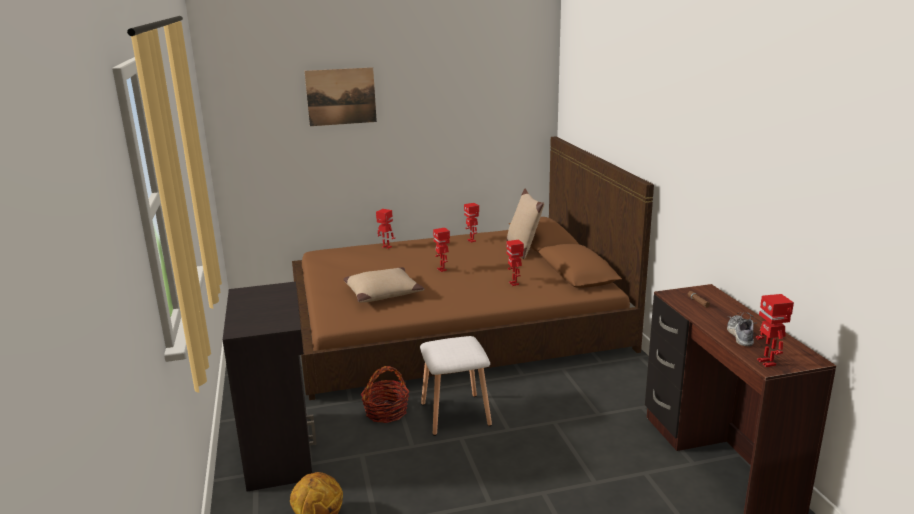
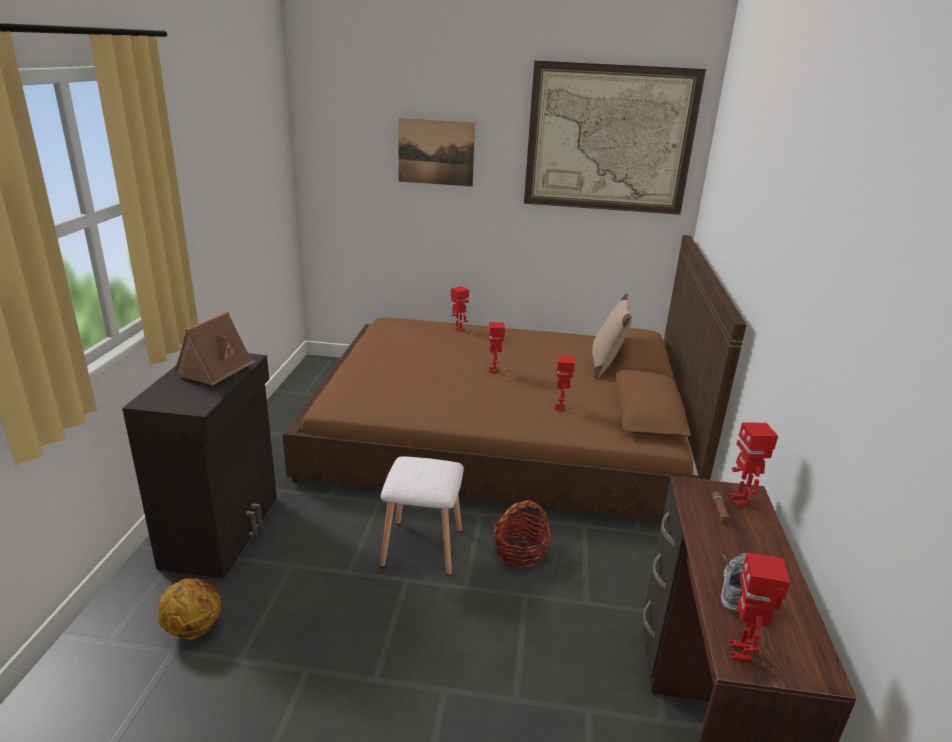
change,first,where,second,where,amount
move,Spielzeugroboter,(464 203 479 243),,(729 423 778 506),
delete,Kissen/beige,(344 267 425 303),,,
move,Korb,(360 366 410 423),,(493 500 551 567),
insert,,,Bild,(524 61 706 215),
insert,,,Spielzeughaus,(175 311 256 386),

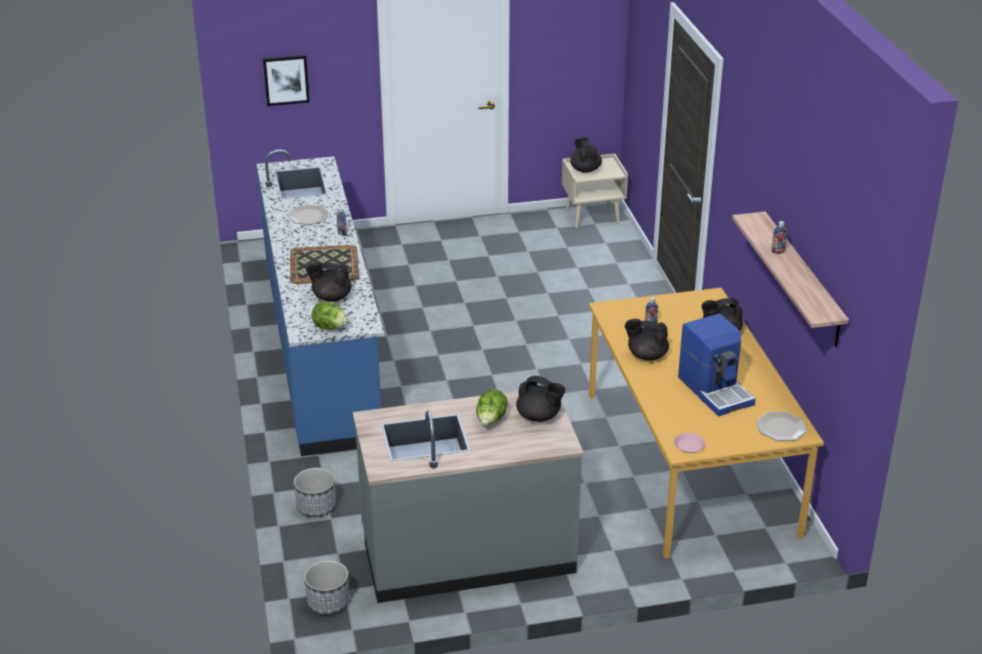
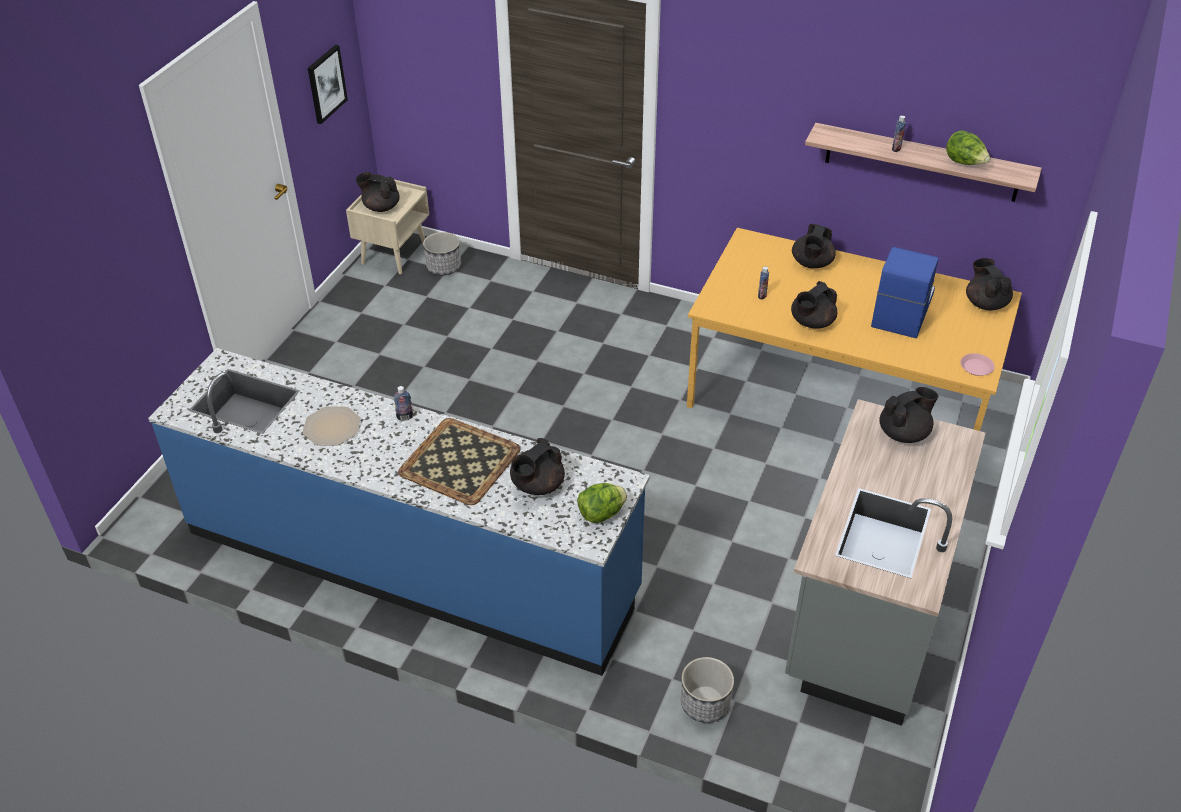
change,first,where,second,where,amount
move,Bild,(263 55 310 106),,(308 45 348 124),
rotate,Kaffeemaschine,(678 314 756 417),,(871 247 939 338),75 degrees counterclockwise
move,Salatkopf,(476 389 508 425),,(946 130 990 165),
replace,Teller,(756 412 807 441),Teekanne/schwarz,(966 258 1013 310),
move,Pflanzkübel,(304 560 349 615),,(423 232 461 276),

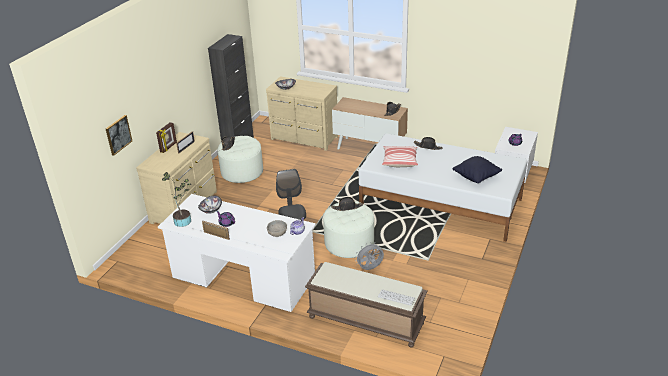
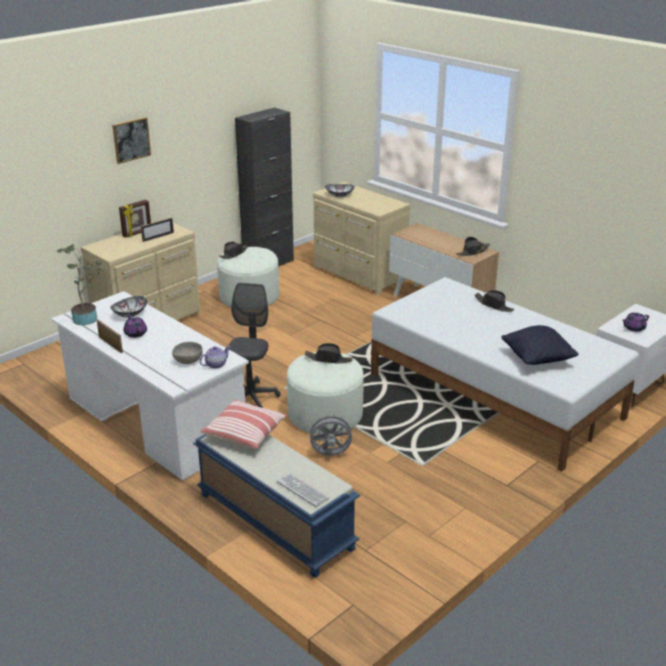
change,first,where,second,where,amount
move,Bild,(106 115 132 156),,(112 117 151 164),
move,Kissen,(382 146 418 167),,(200 399 287 449),
recolor,Bank/braun,(305 262 428 348),Bank/blau,(193 434 360 578),

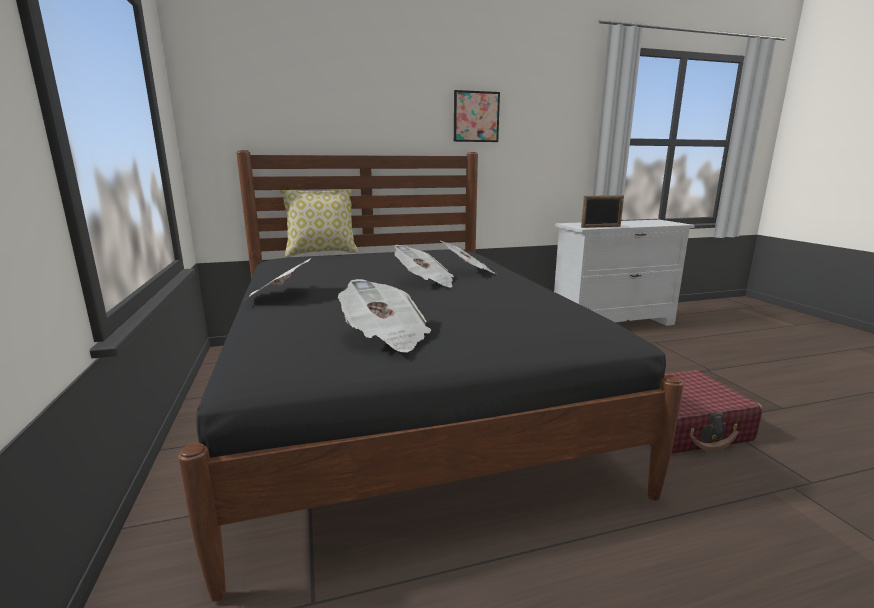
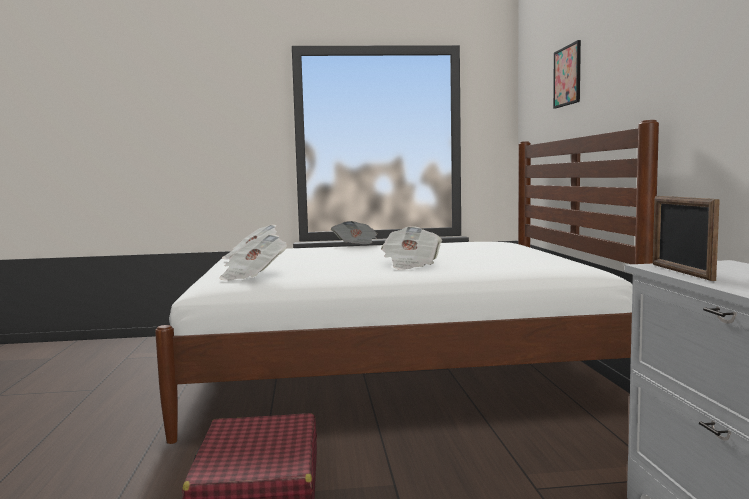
change,first,where,second,where,amount
move,Bild,(454 90 500 142),,(553 40 581 109),
recolor,Bett/schwarz,(178 150 684 602),Bett/weiß,(155 120 659 444),
delete,Kissen,(280 189 359 258),,,
move,Zeitung,(394 245 454 288),,(219 234 287 281),

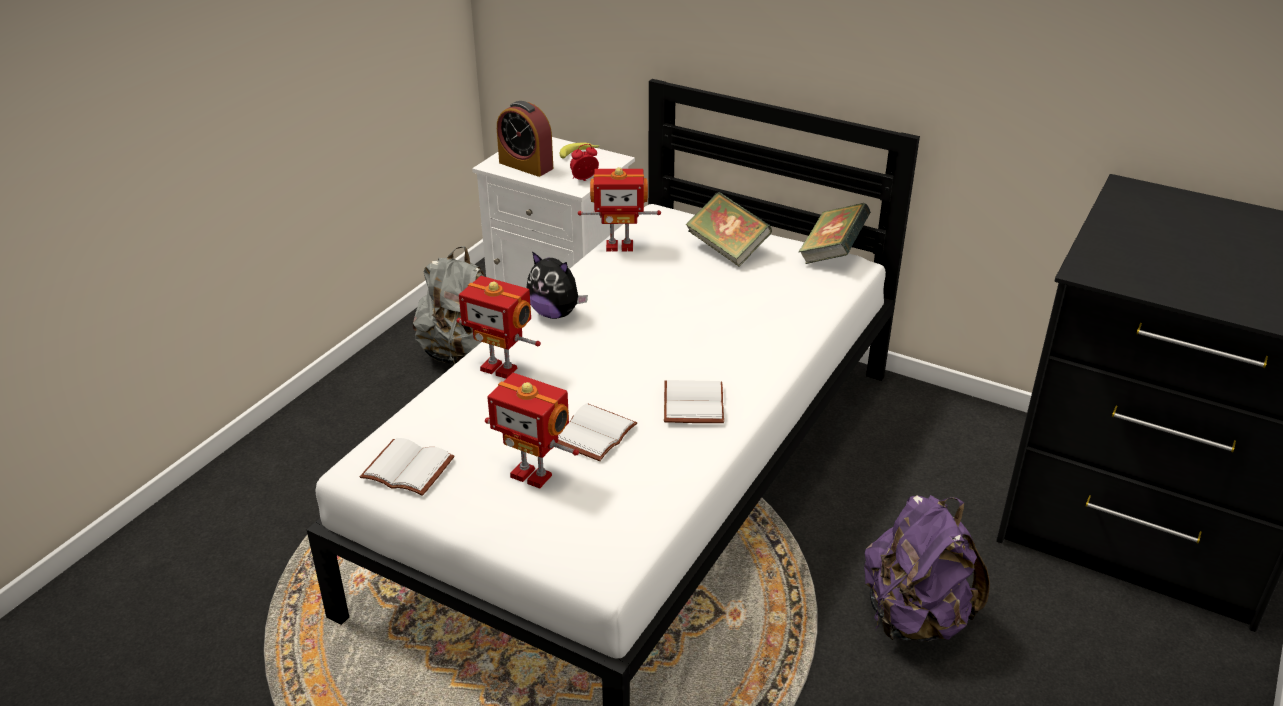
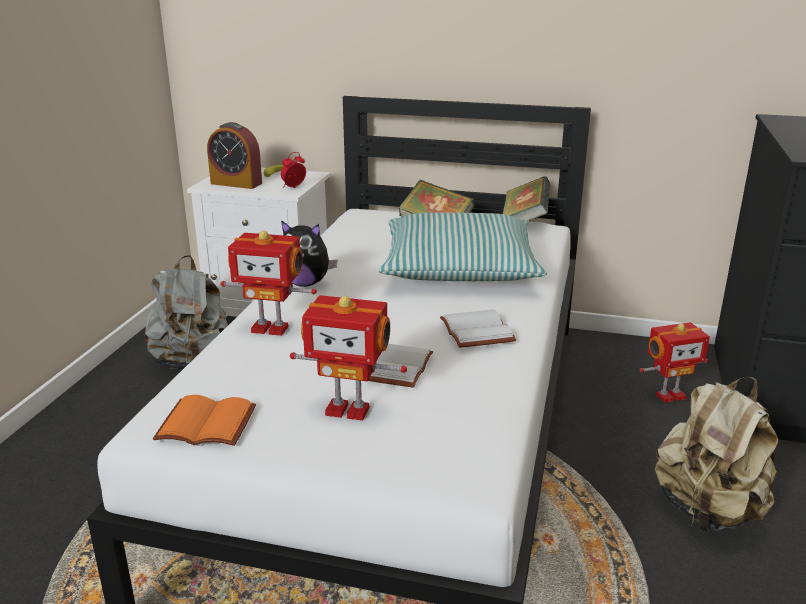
change,first,where,second,where,amount
move,Spielzeugroboter,(578 167 661 252),,(639 322 710 403),
recolor,Buch/weiß,(360 438 454 496),Buch/orange,(153 395 256 446),
recolor,Rucksack/lila,(864 495 990 642),Rucksack/beige,(655 377 778 533),
insert,,,Kissen,(379 213 547 281),

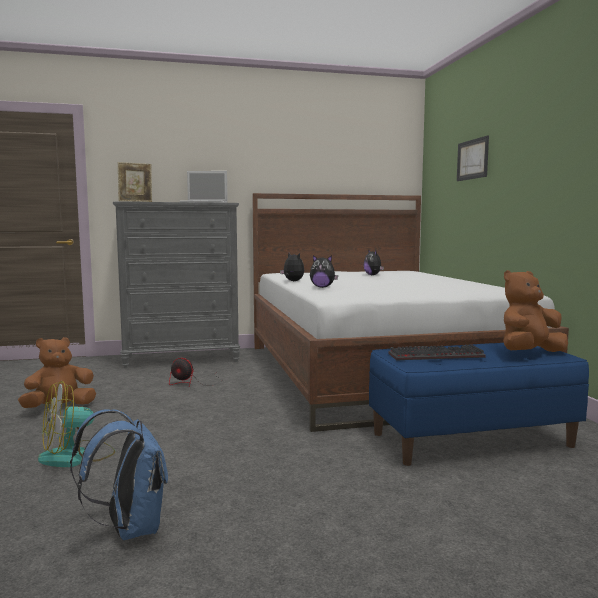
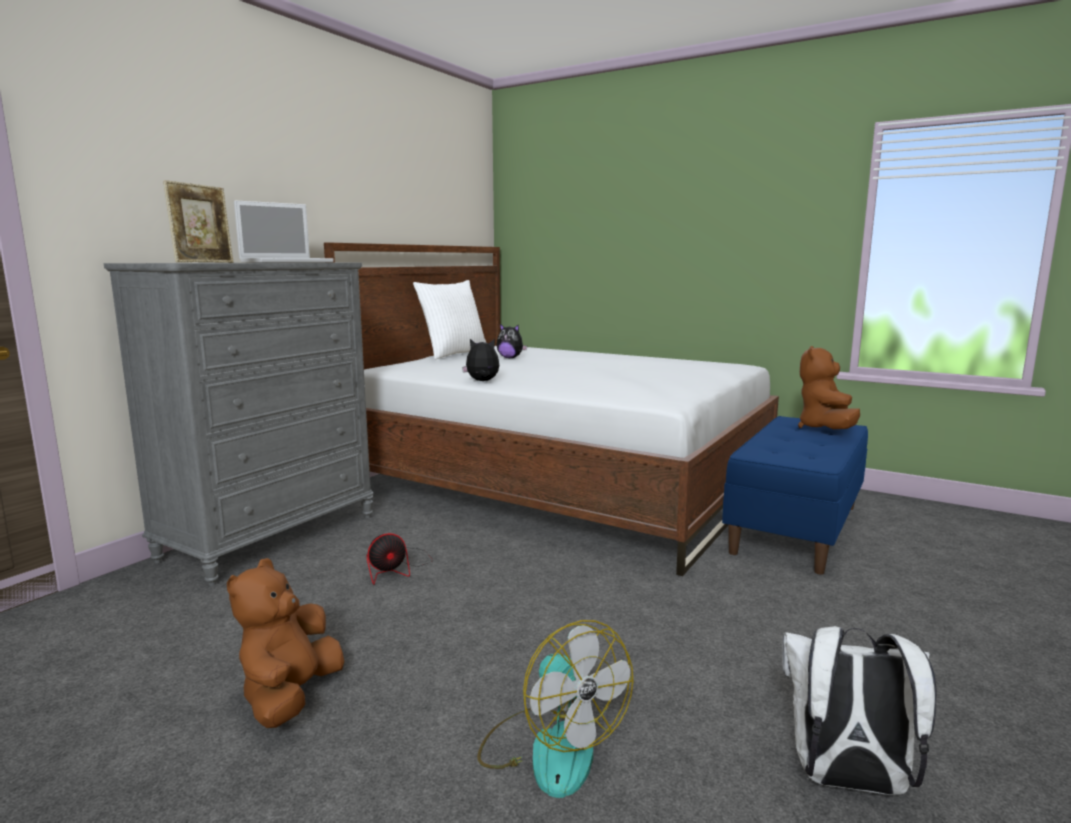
change,first,where,second,where,amount
delete,Bild,(457 135 489 181),,,
delete,Plüschtier,(310 255 338 288),,,
delete,Tastatur,(388 345 485 360),,,
rotate,Ventilator,(38 381 115 467),,(477 620 633 798),45 degrees counterclockwise
recolor,Rucksack/blau,(70 409 168 540),Rucksack/weiß,(782 626 936 795),
insert,,,Kissen/weiß,(413 280 486 359),

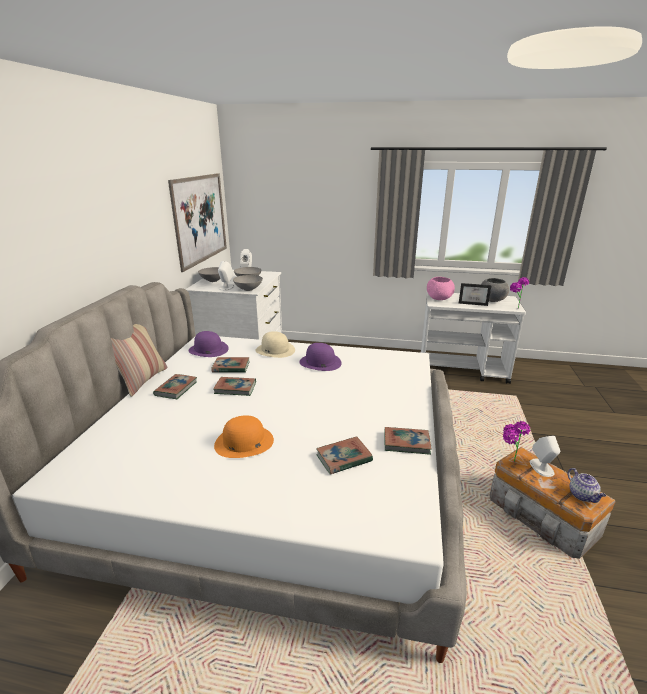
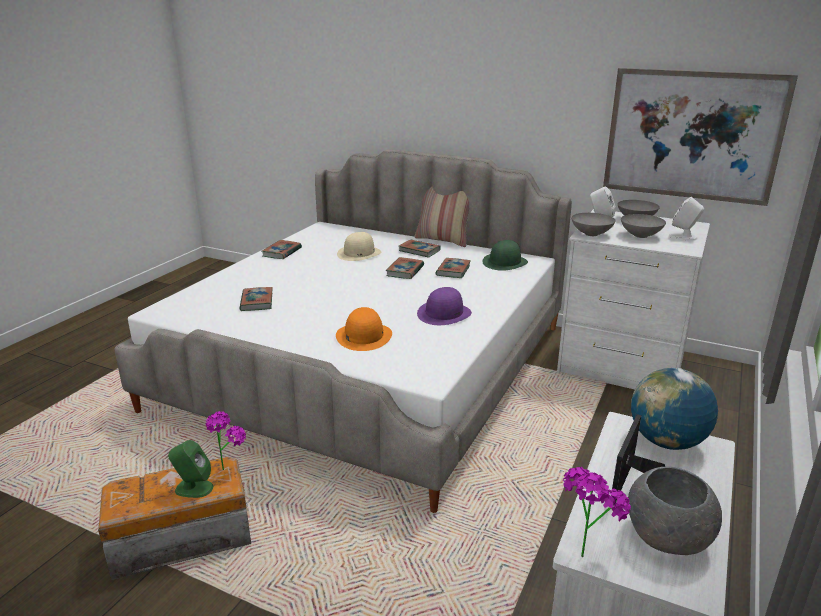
change,first,where,second,where,amount
replace,Schüssel/rosa,(427 277 455 300),Globus,(631 368 718 450),
recolor,Hut/lila,(188 331 229 357),Hut/grün,(482 240 528 271),
move,Hut/beige,(256 331 295 358),,(337 232 381 261),
move,Hut/orange,(214 415 274 458),,(336 307 392 351),
move,Buch,(384 427 432 455),,(262 240 302 259),
recolor,Lautsprecher/weiß,(530 436 560 477),Lautsprecher/grün,(168 440 213 498),
delete,Teekanne,(568 468 606 503),,,

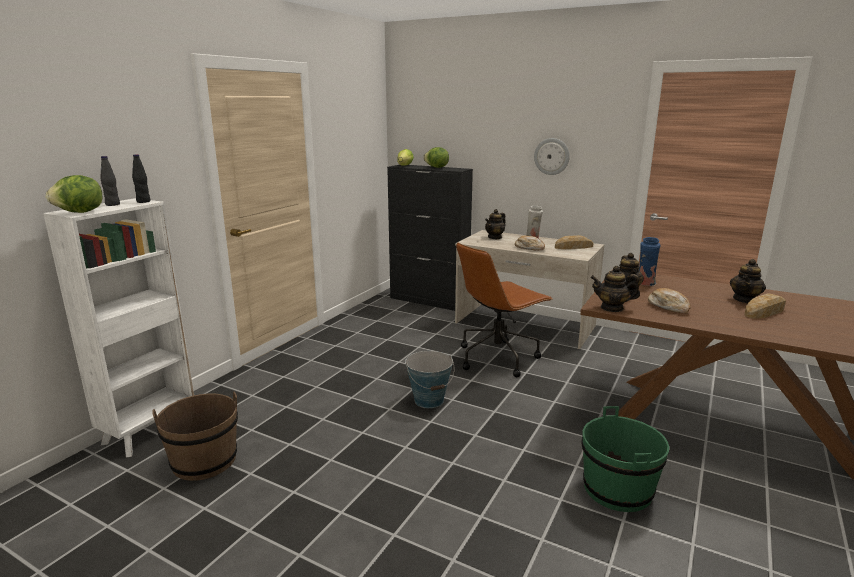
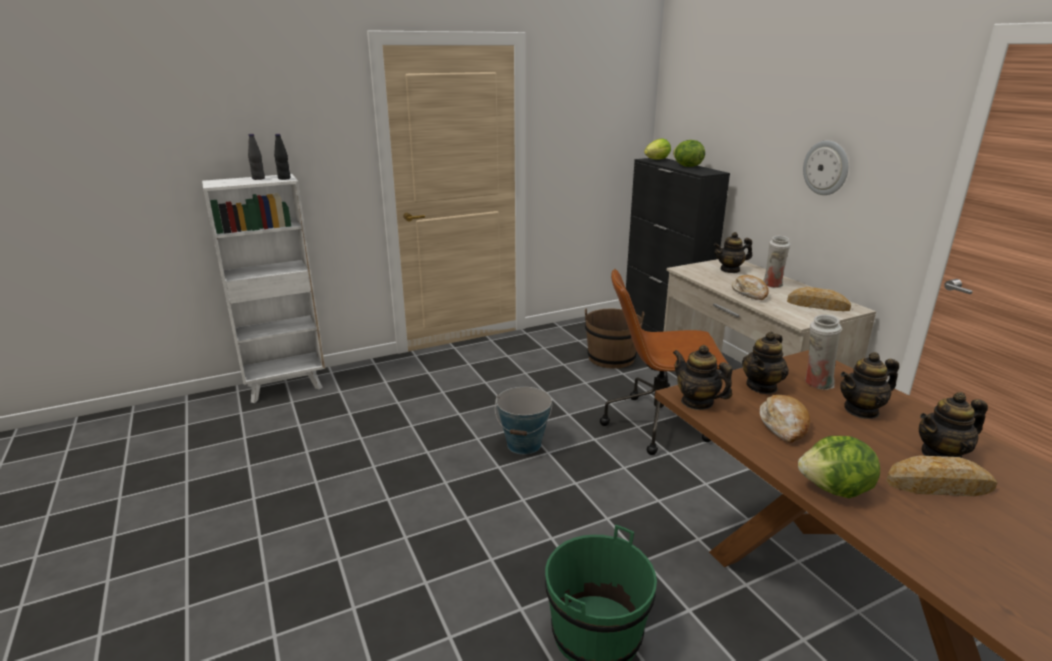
change,first,where,second,where,amount
move,Salatkopf,(46 175 102 213),,(798 436 880 498),
recolor,Vase/blau,(639 237 661 286),Vase/weiß,(805 315 842 390),
move,Eimer/braun,(152 391 238 481),,(585 308 644 369),
insert,,,Teekanne,(840 352 899 419),

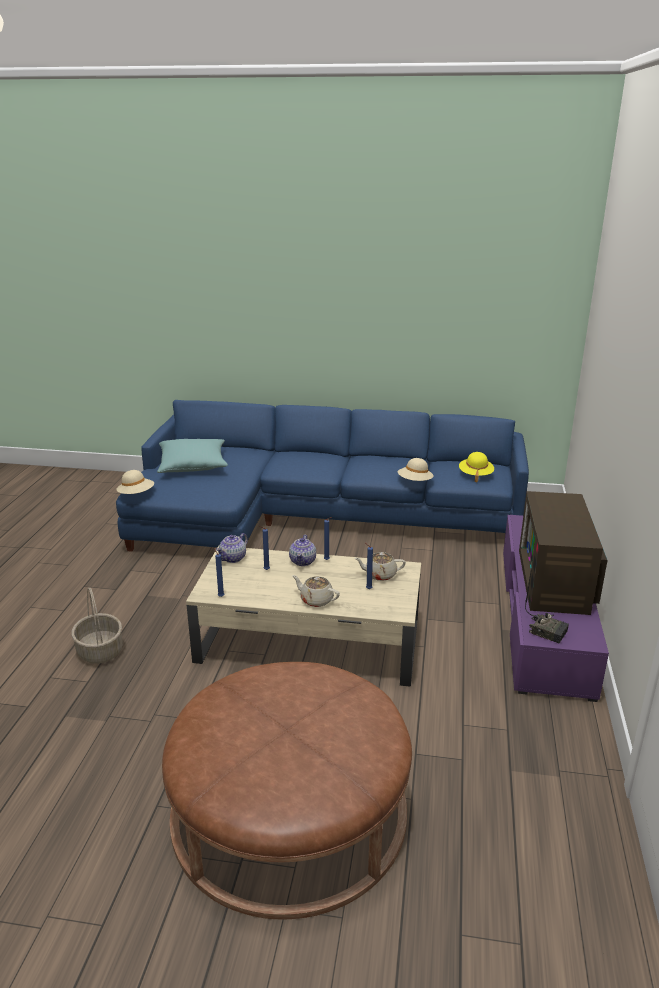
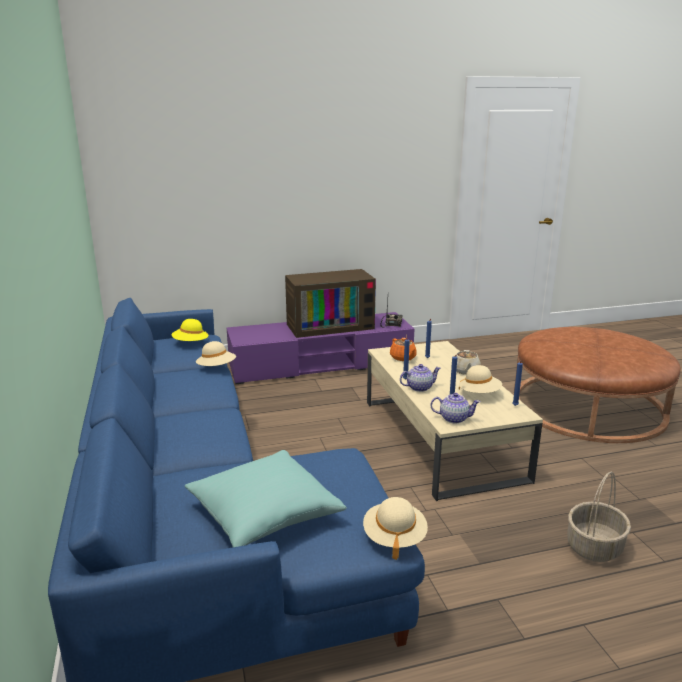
change,first,where,second,where,amount
recolor,Teekanne/beige,(354 552 406 581),Teekanne/orange,(390 338 417 361),
insert,,,Hut/beige,(459 365 502 393),

